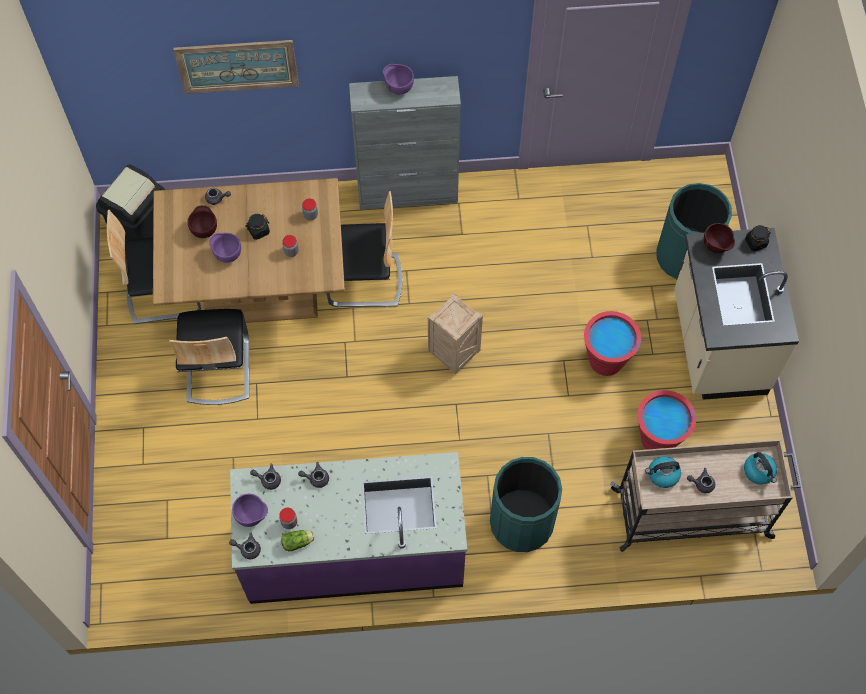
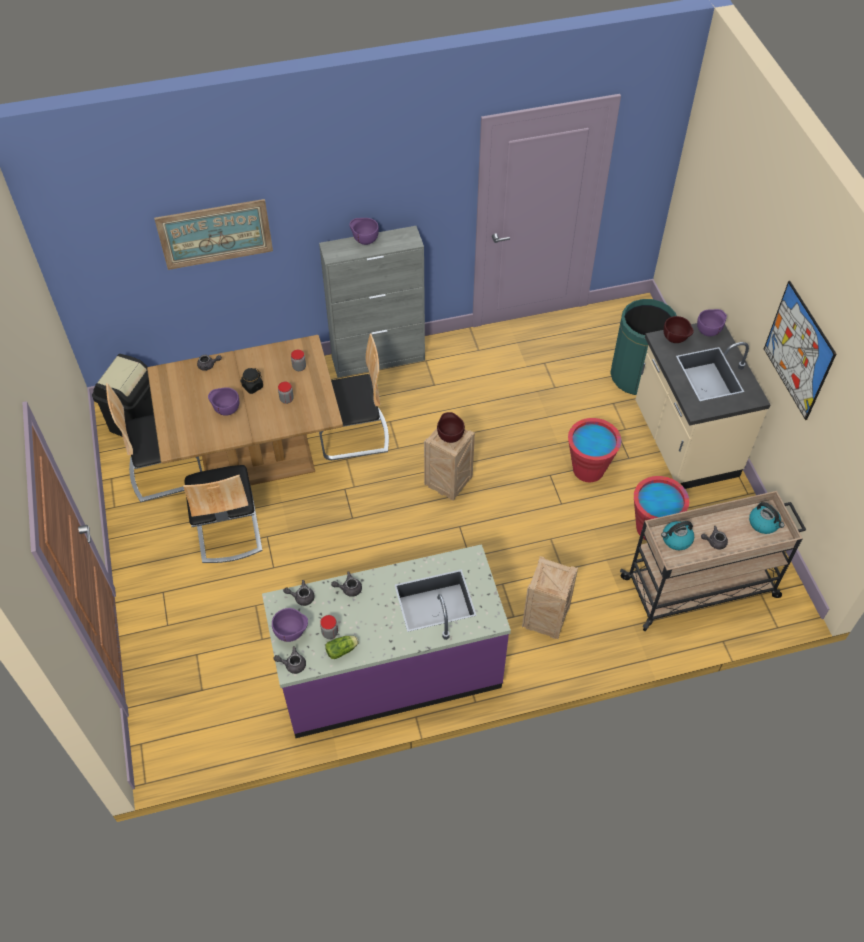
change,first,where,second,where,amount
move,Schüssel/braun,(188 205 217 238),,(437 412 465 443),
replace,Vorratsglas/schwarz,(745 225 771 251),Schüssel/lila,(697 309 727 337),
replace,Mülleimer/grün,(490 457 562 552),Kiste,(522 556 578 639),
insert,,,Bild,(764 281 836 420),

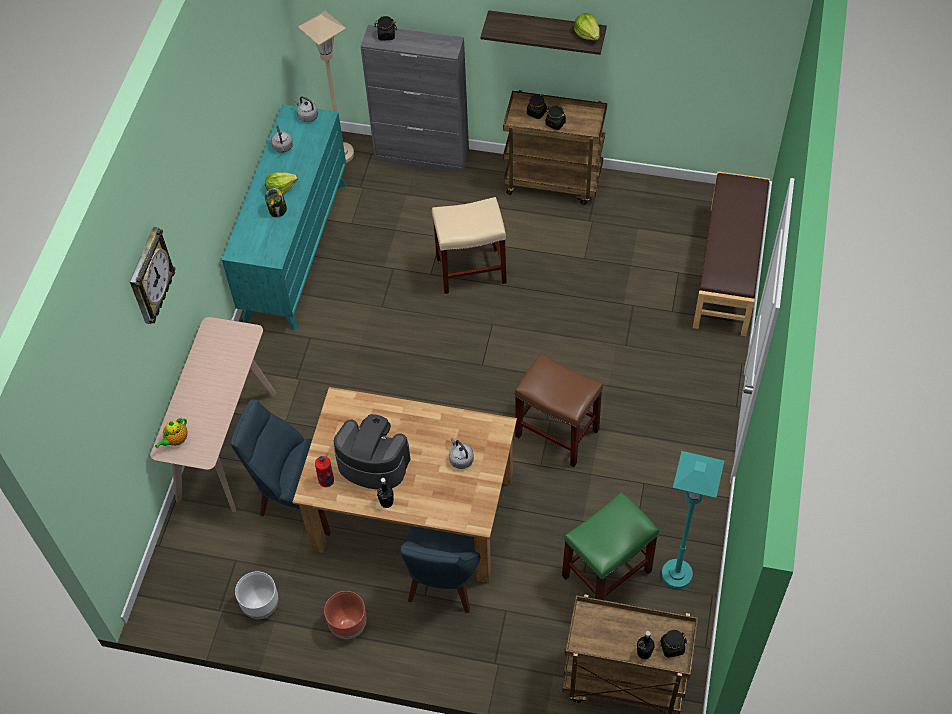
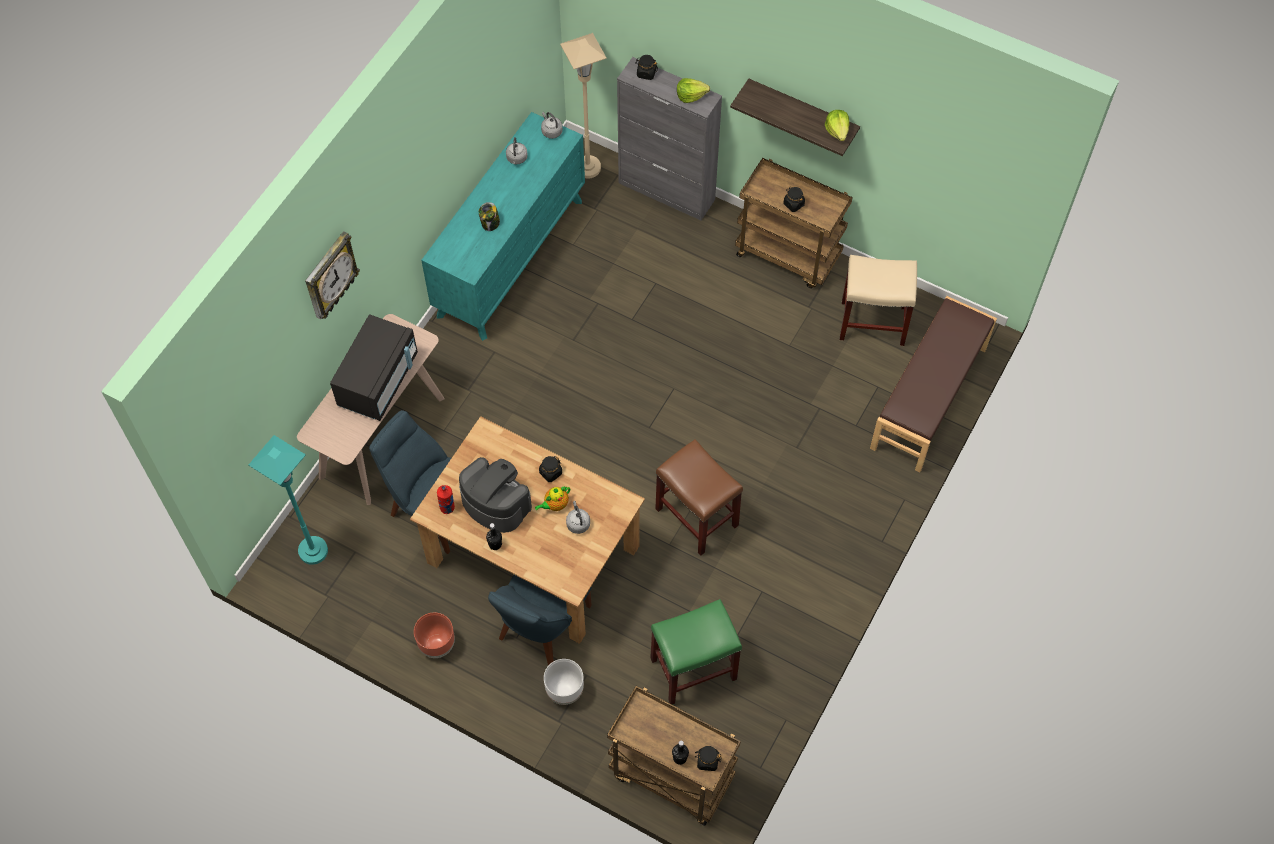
change,first,where,second,where,amount
move,Vorratsglas/schwarz,(527 94 547 119),,(539 456 562 482),
move,Salatkopf,(265 172 298 194),,(677 78 710 103),
move,Hocker/beige,(432 197 507 294),,(840 255 917 346),
move,Teekanne,(155 418 187 448),,(535 486 570 511),
move,Stehlampe/türkis,(662 451 724 589),,(248 435 328 565),
move,Pflanzkübel/weiß,(235 571 279 619),,(544 659 584 705),
insert,,,Mikrowelle/schwarz,(330 314 418 421),

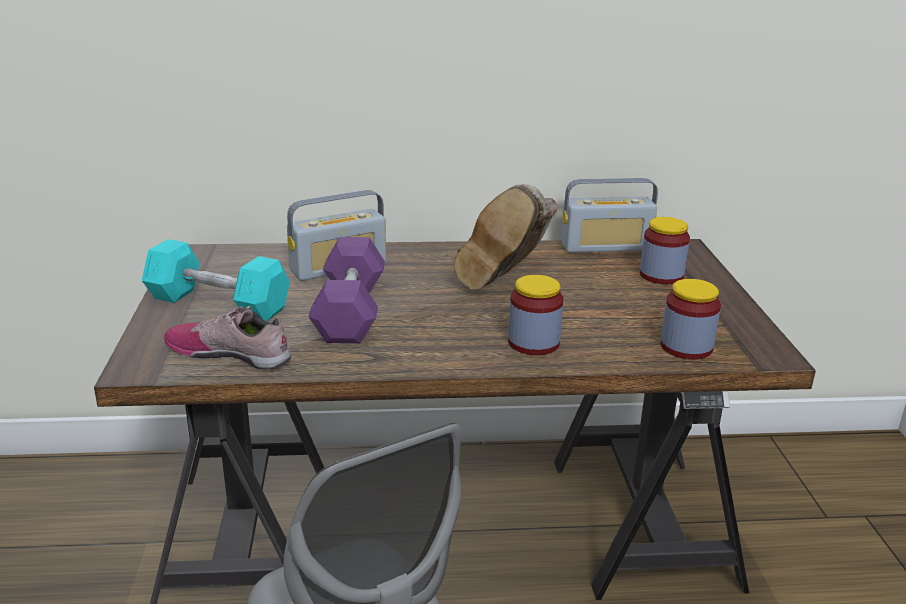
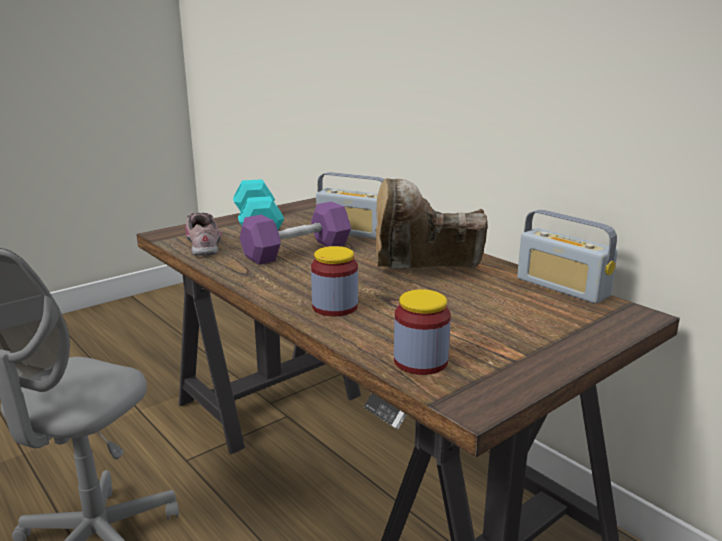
change,first,where,second,where,amount
delete,Vorratsglas,(640 217 690 284),,,

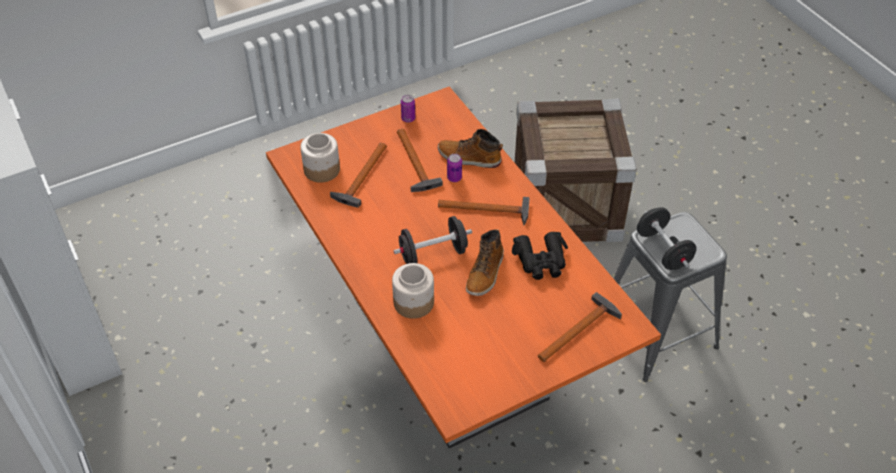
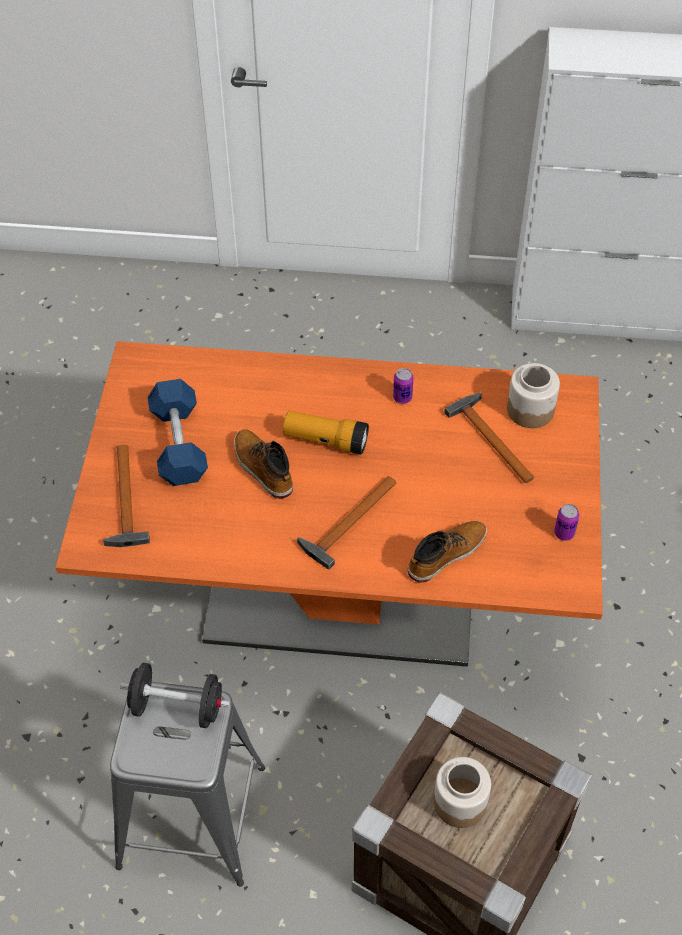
change,first,where,second,where,amount
delete,Hammer,(397 129 443 192),,,
move,Dose,(447 154 462 182),,(393 368 413 404),
replace,Hantel/schwarz,(393 216 472 264),Taschenlampe,(283 411 369 454),
delete,Fernglas/schwarz,(512 232 568 280),,,
move,Vorratsglas,(392 263 434 319),,(433 757 491 828),
insert,,,Hantel/blau,(148 379 208 486),

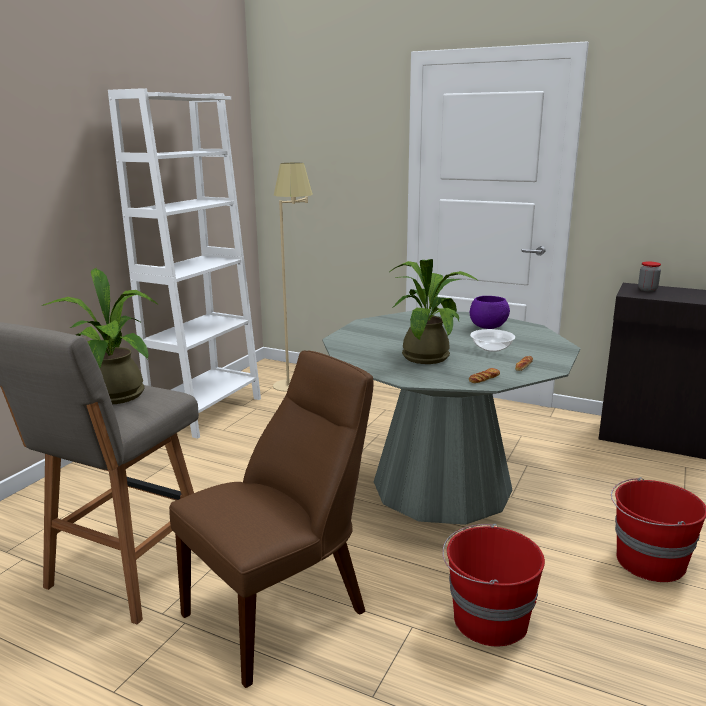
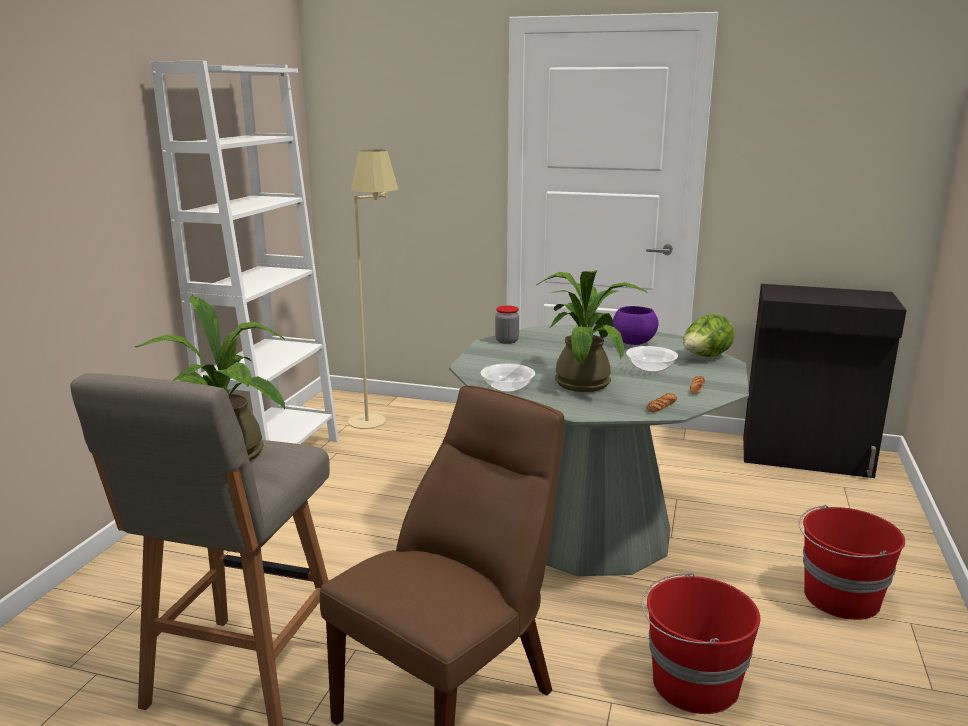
change,first,where,second,where,amount
move,Vorratsglas,(638 262 661 292),,(495 306 519 344),
insert,,,Salatkopf,(683 314 734 357),
insert,,,Schüssel,(481 364 535 393),

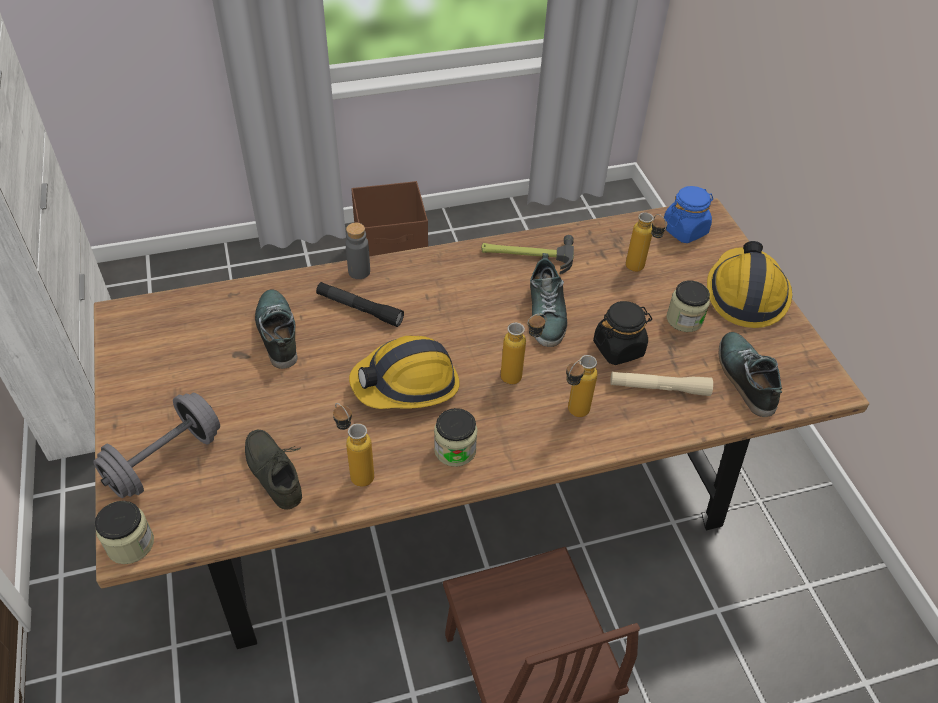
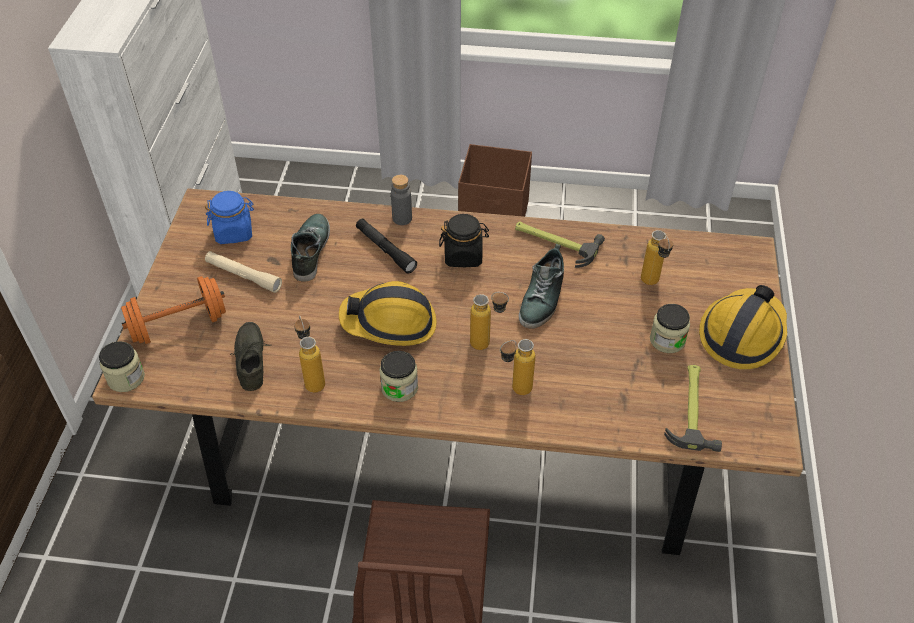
change,first,where,second,where,amount
move,Vorratsglas/blau,(664 186 713 243),,(205 191 254 244),
move,Vorratsglas/schwarz,(593 301 652 365),,(439 214 489 267),
replace,Schuh,(719 332 782 417),Hammer,(664 365 722 452),
move,Taschenlampe/beige,(610 372 713 396),,(205 251 282 293),
recolor,Hantel/grau,(93 393 220 498),Hantel/orange,(121 276 226 344),

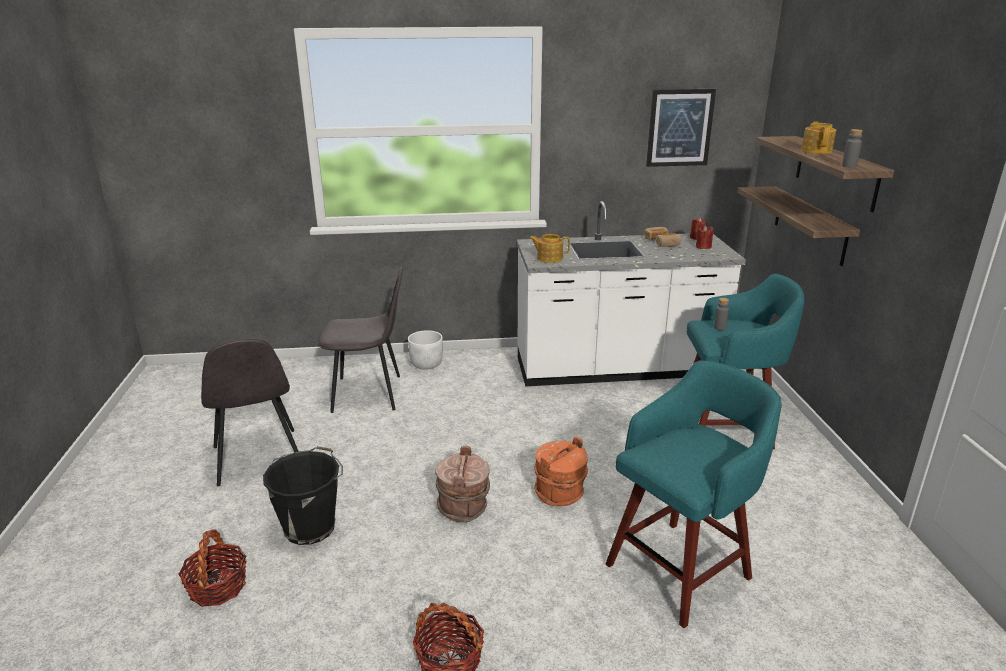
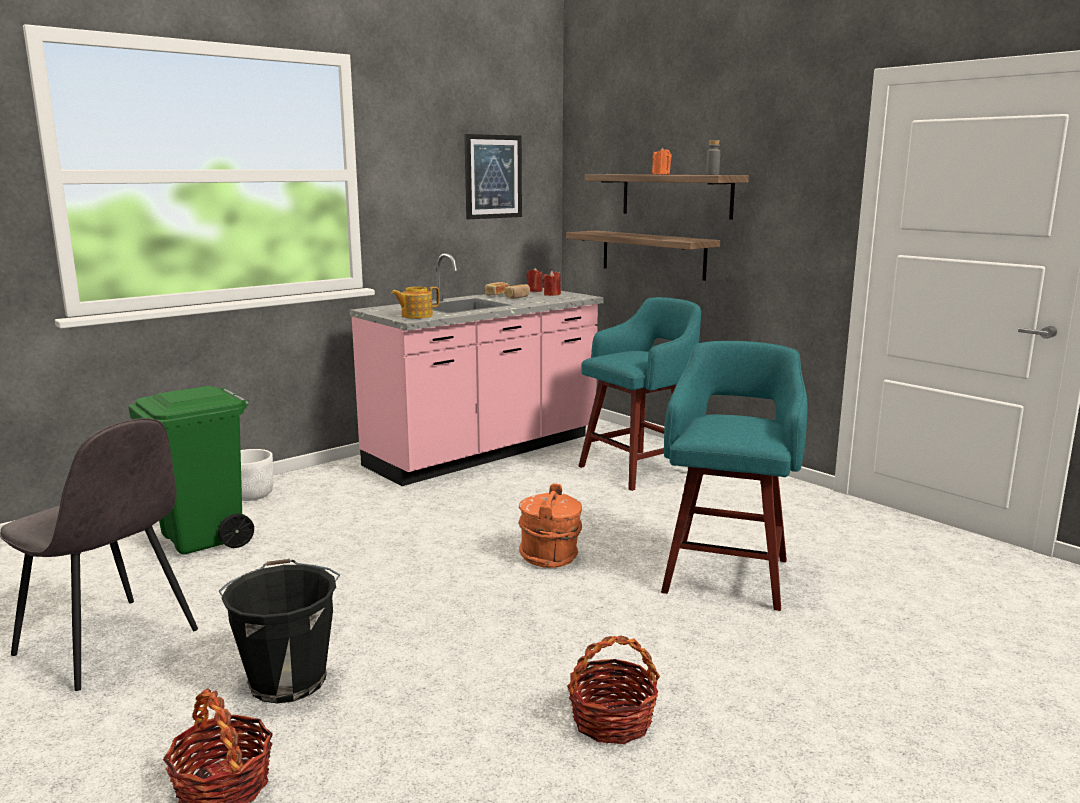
change,first,where,second,where,amount
replace,Teekanne,(801 121 836 154),Kerze/orange,(652 148 672 174),
recolor,Küchenzeile/weiß,(517 201 746 386),Küchenzeile/rosa,(350 253 604 486),
replace,Stuhl/grau,(318 267 403 413),Mülleimer/grün,(129 386 254 555),
delete,Flasche/grau,(714 298 729 330),,,
delete,Eimer/braun,(435 446 490 522),,,

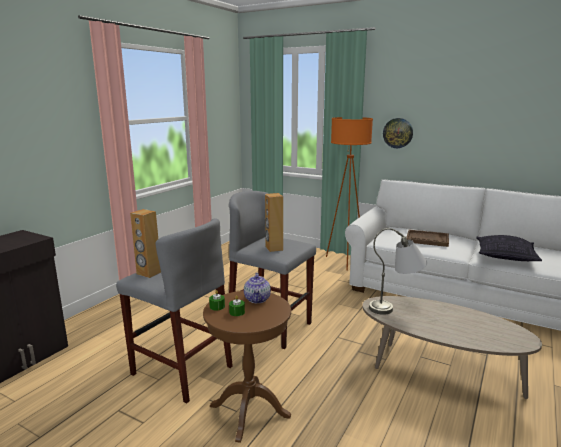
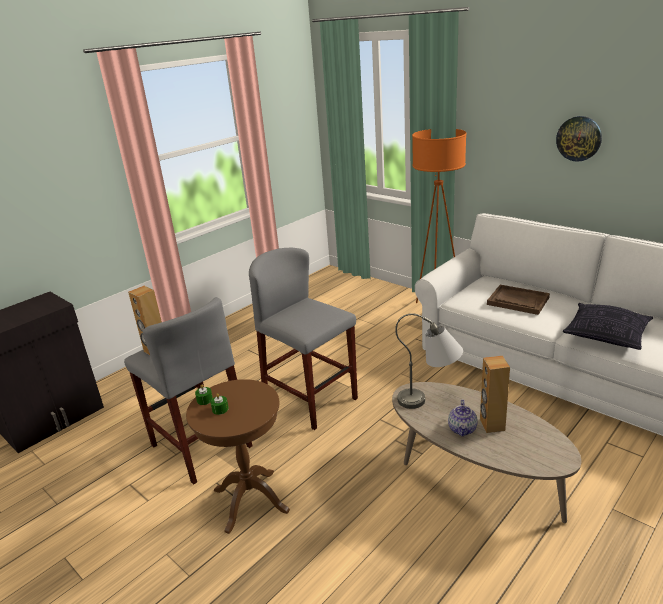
change,first,where,second,where,amount
move,Wanduhr,(383 118 413 148),,(556 116 602 162),
move,Lautsprecher/braun,(265 193 283 252),,(480 356 510 433),
move,Teekanne,(244 273 271 303),,(448 400 478 436),

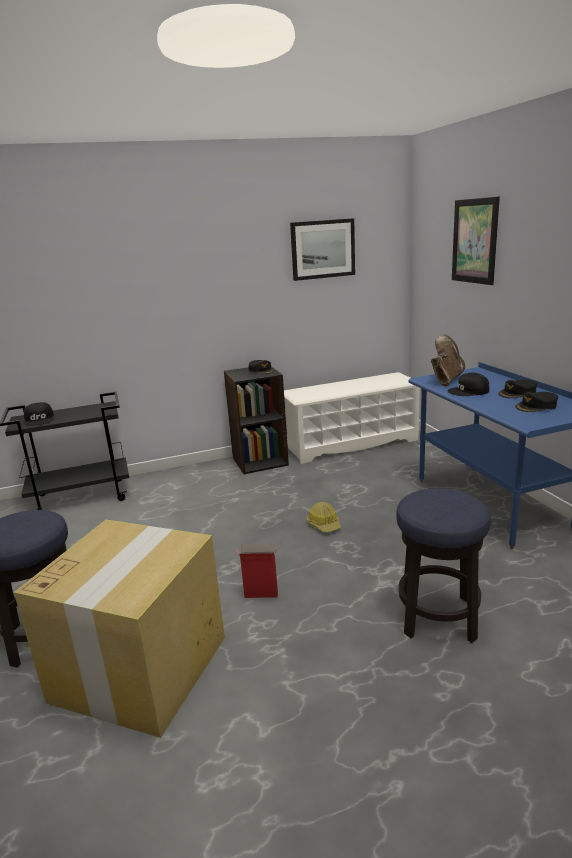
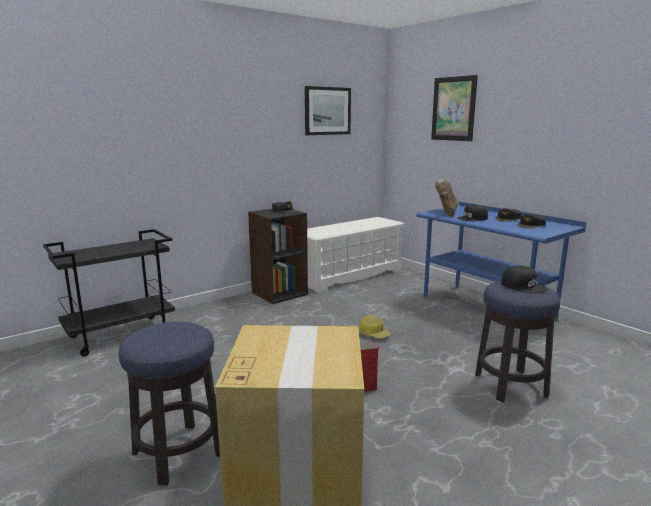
change,first,where,second,where,amount
move,Kappe/schwarz,(24 402 54 426),,(501 265 548 293),

